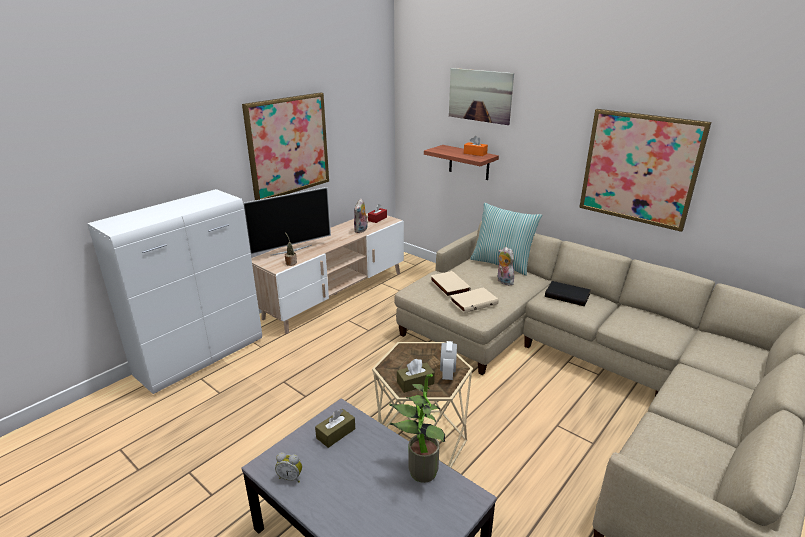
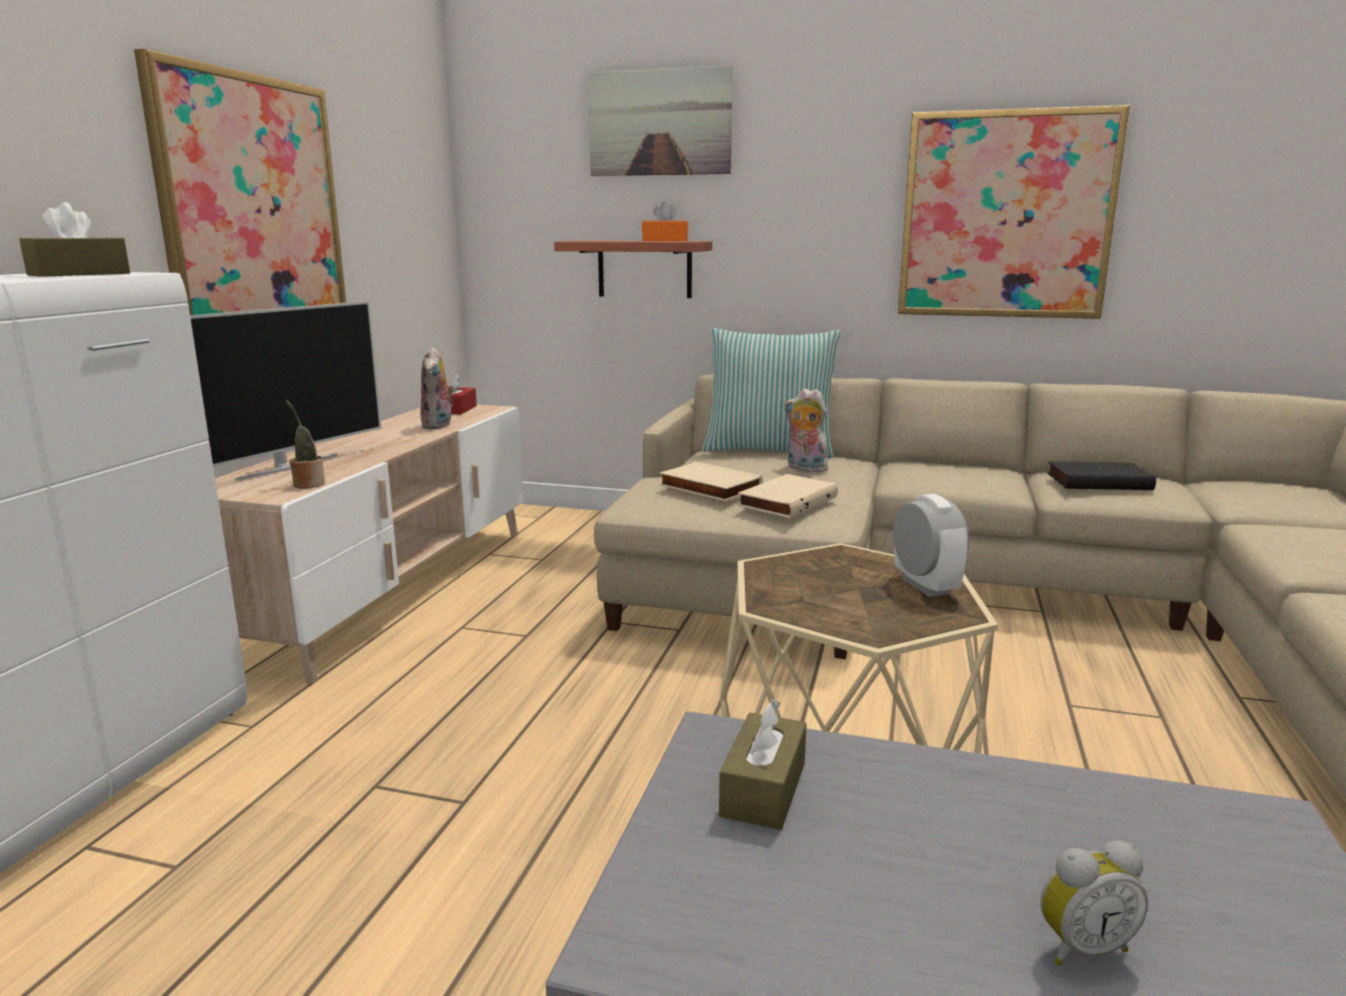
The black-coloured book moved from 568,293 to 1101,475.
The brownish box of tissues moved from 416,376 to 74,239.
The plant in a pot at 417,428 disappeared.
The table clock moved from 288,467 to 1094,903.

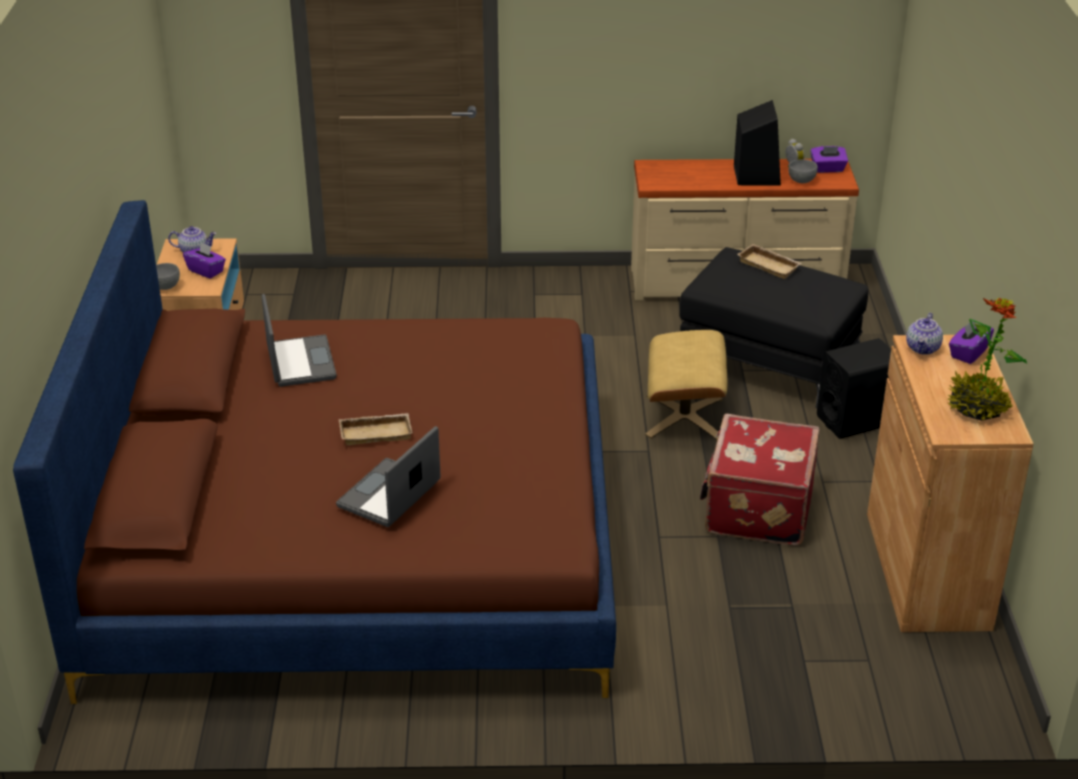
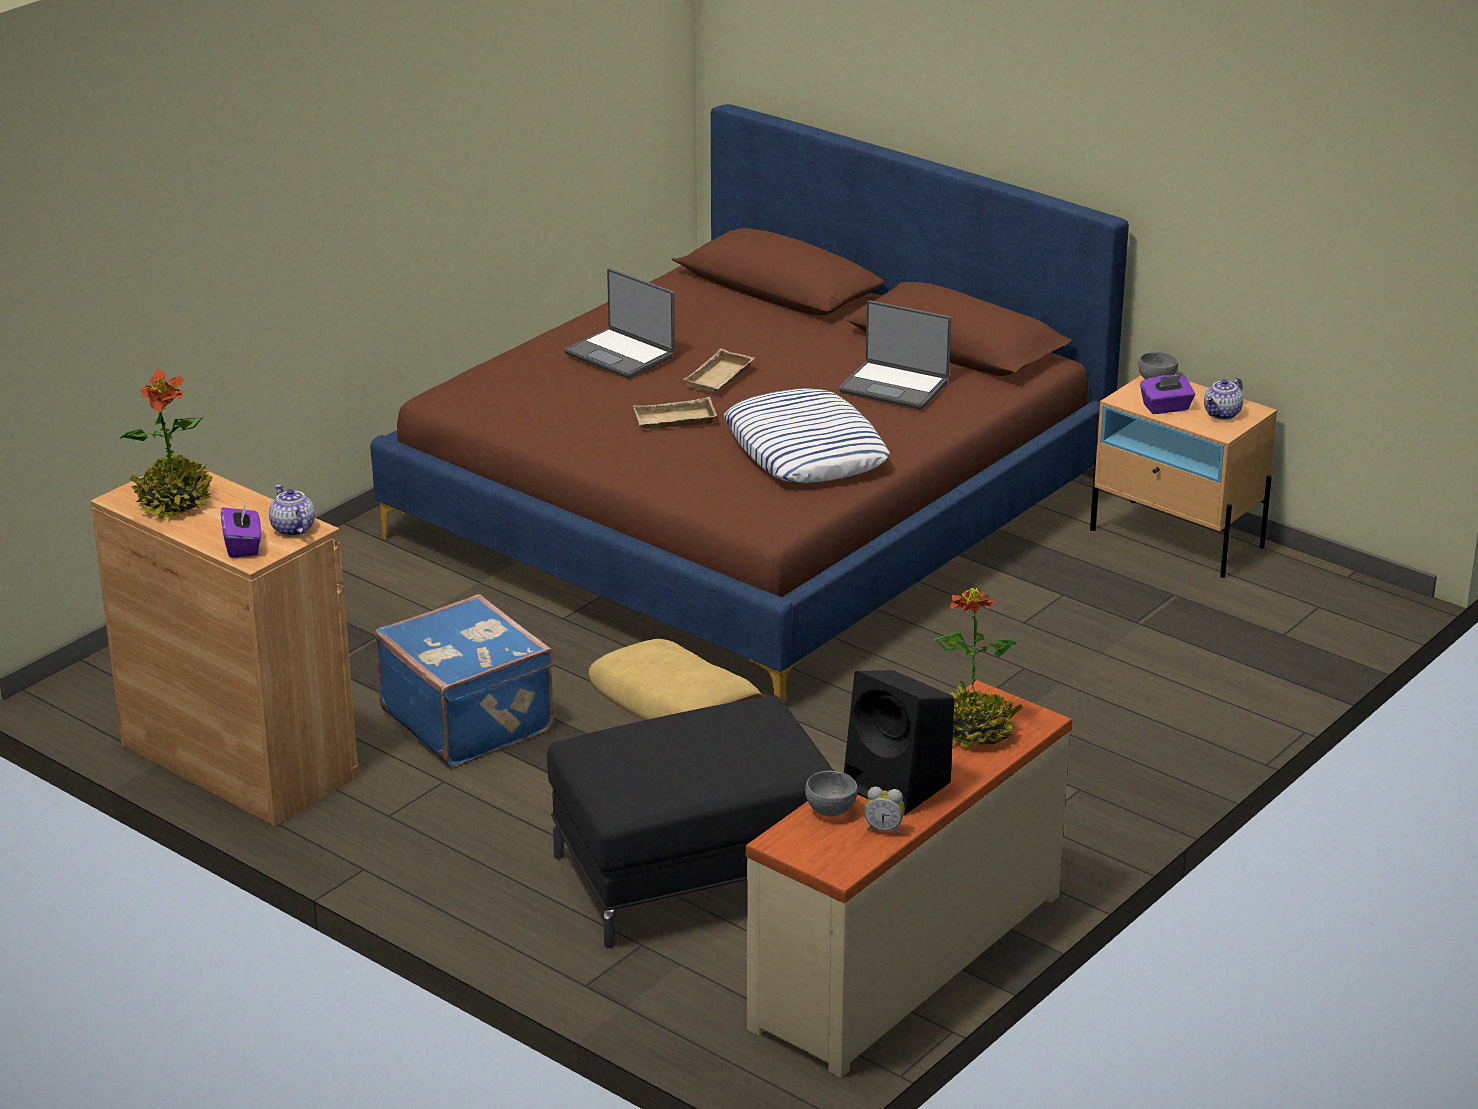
The purple box of tissues at 829,159 disappeared.
The beige-coloured serving tray moved from 769,261 to 675,413.
The black-coloured audio speaker at 854,388 disappeared.
The reddish suitcase at 760,480 became the bluish suitcase at 464,680.
The laptop at 388,476 turned 150 degrees clockwise.
The throw pillow at 807,435 appeared.
The plant in a pot at 978,668 appeared.

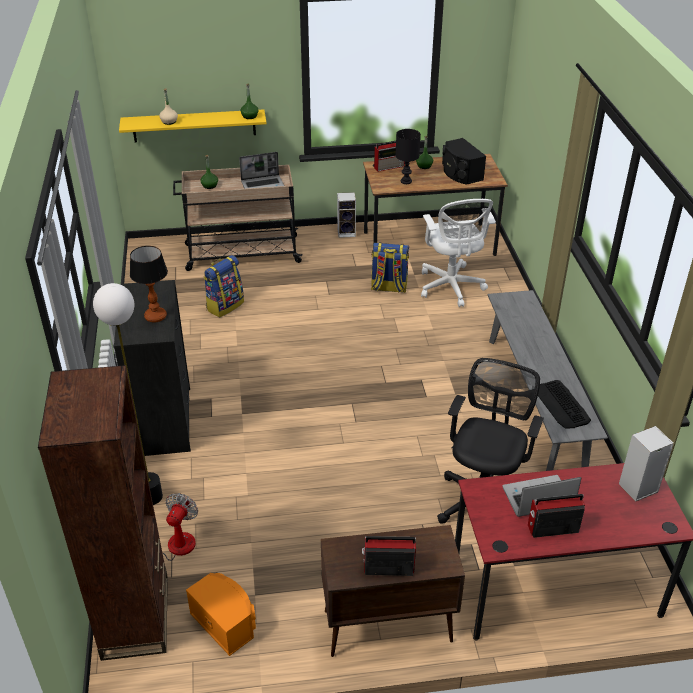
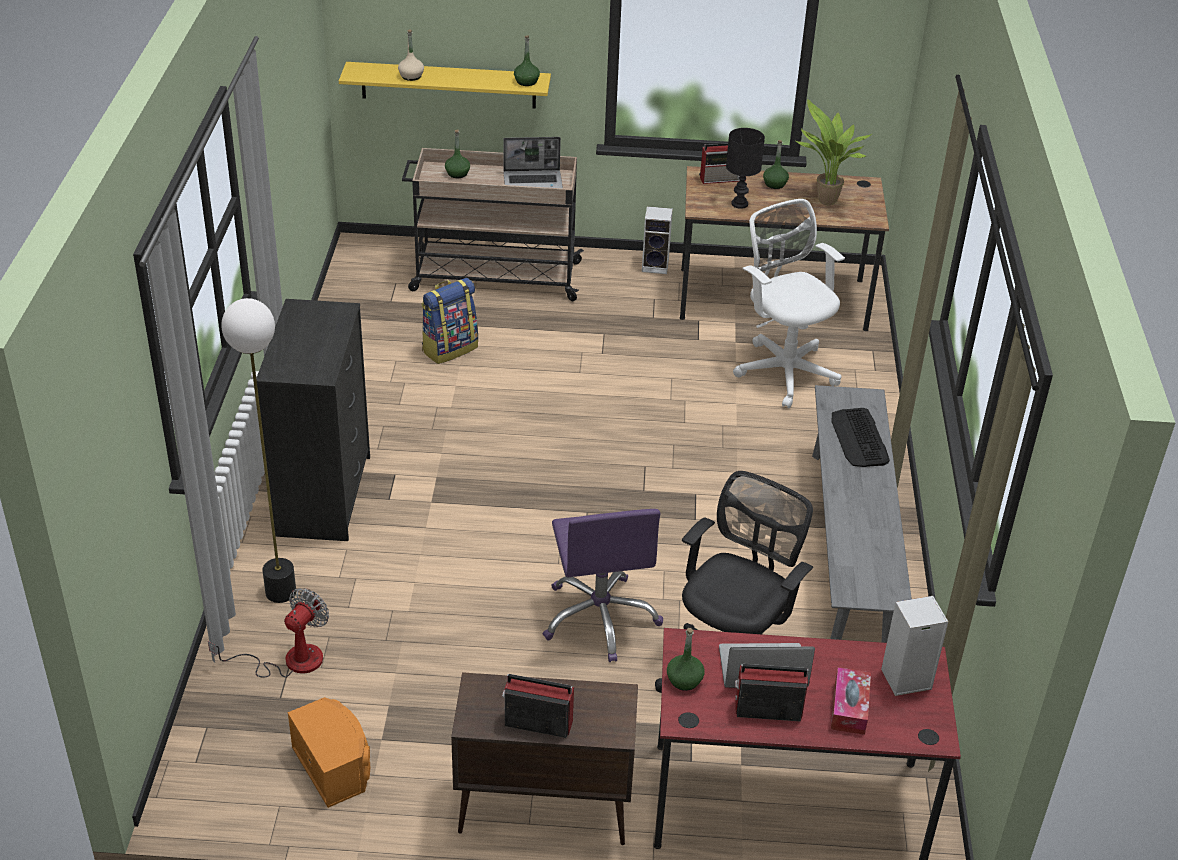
The black-coloured audio speaker at 464,161 was replaced by the plant in a pot at 834,152.
The white-coloured computer chair at 458,253 turned 150 degrees clockwise.
The knapsack at 390,268 disappeared.
The table lamp at 149,284 disappeared.
The brownish bookcase at 103,513 disappeared.
The computer keyboard moved from 564,404 to 860,437.
The purple computer chair at 603,585 appeared.
The green-coloured bottle at 686,659 appeared.
The box of tissues at 851,701 appeared.

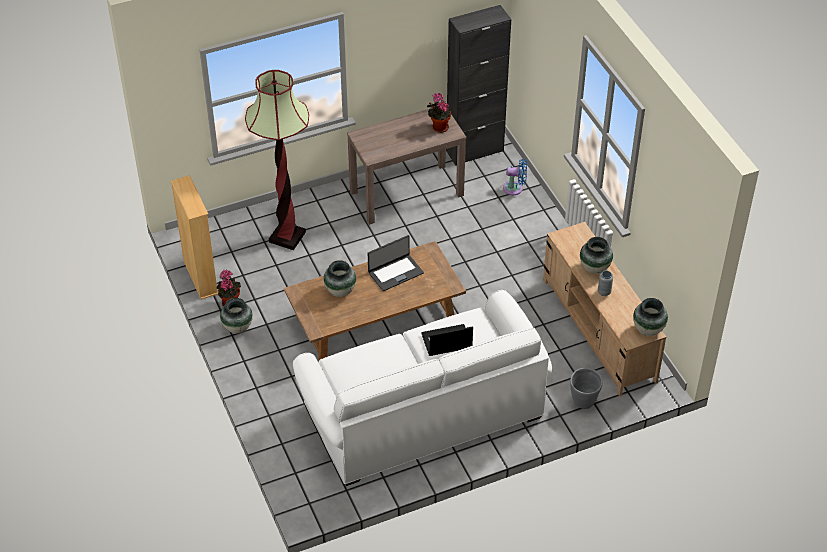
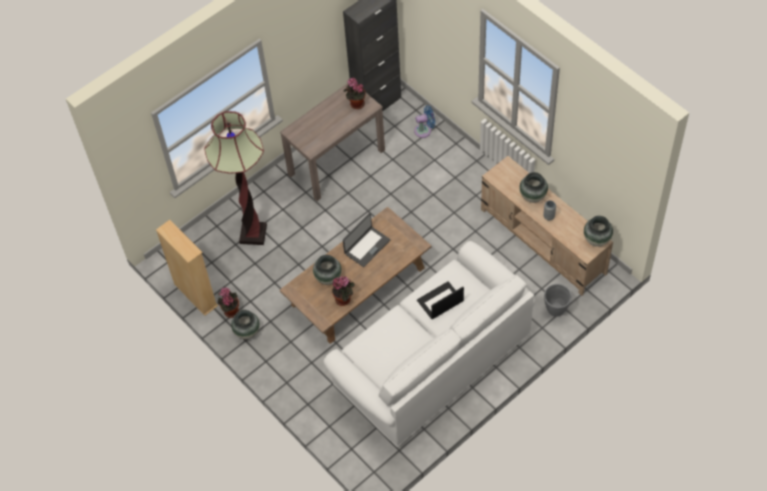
The plant in a pot at 343,291 appeared.

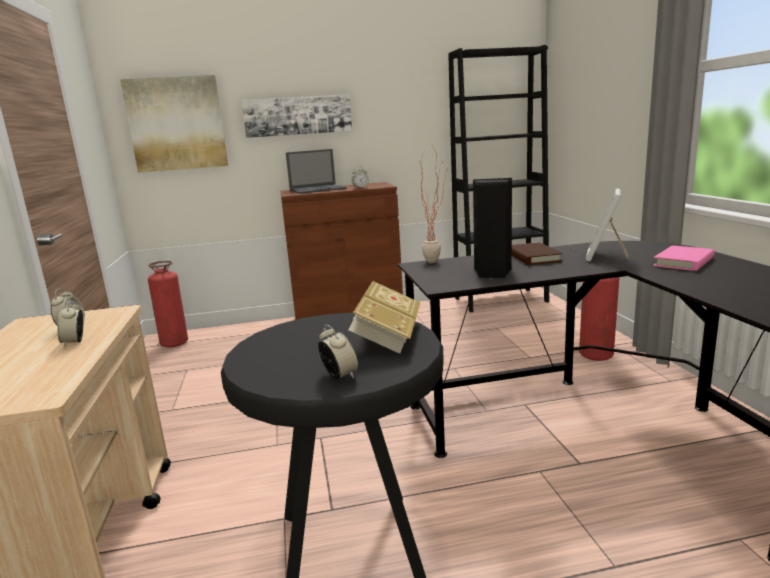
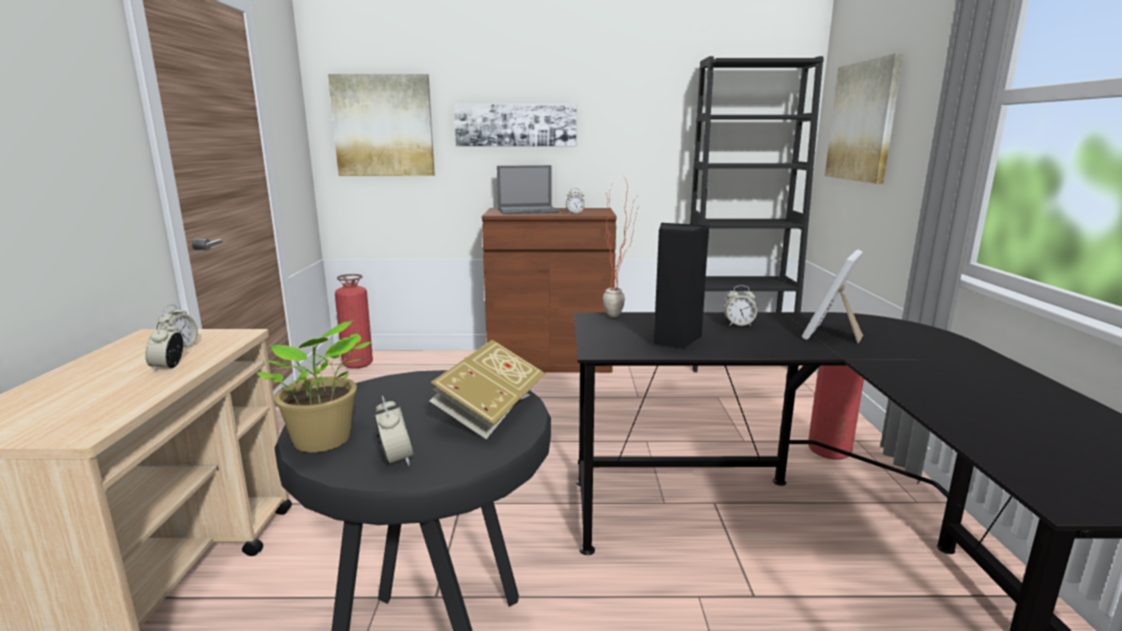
The brownish book at 537,253 was replaced by the table clock at 740,305.
The pinkish book at 684,258 disappeared.
The wall art at 864,118 appeared.
The plant in a pot at 314,386 appeared.

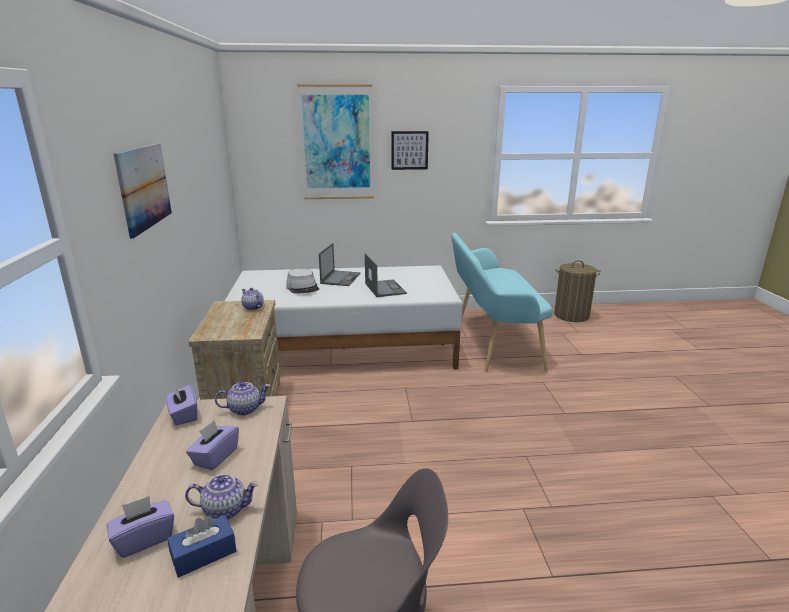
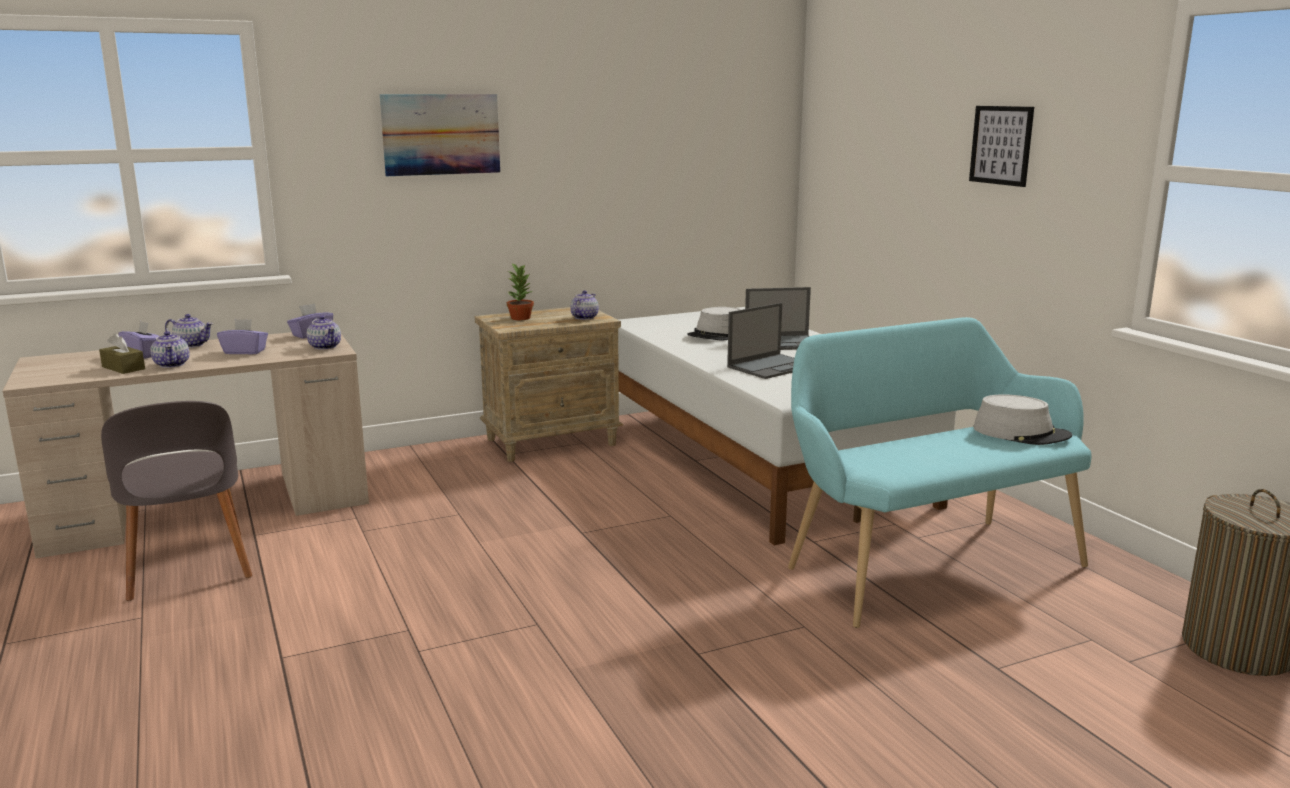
The wall art at 335,141 disappeared.
The bluish box of tissues at 202,546 became the brownish box of tissues at 122,353.
The plant in a pot at 520,291 appeared.
The pot for tea at 189,331 appeared.
The grey wearable hat at 1022,419 appeared.

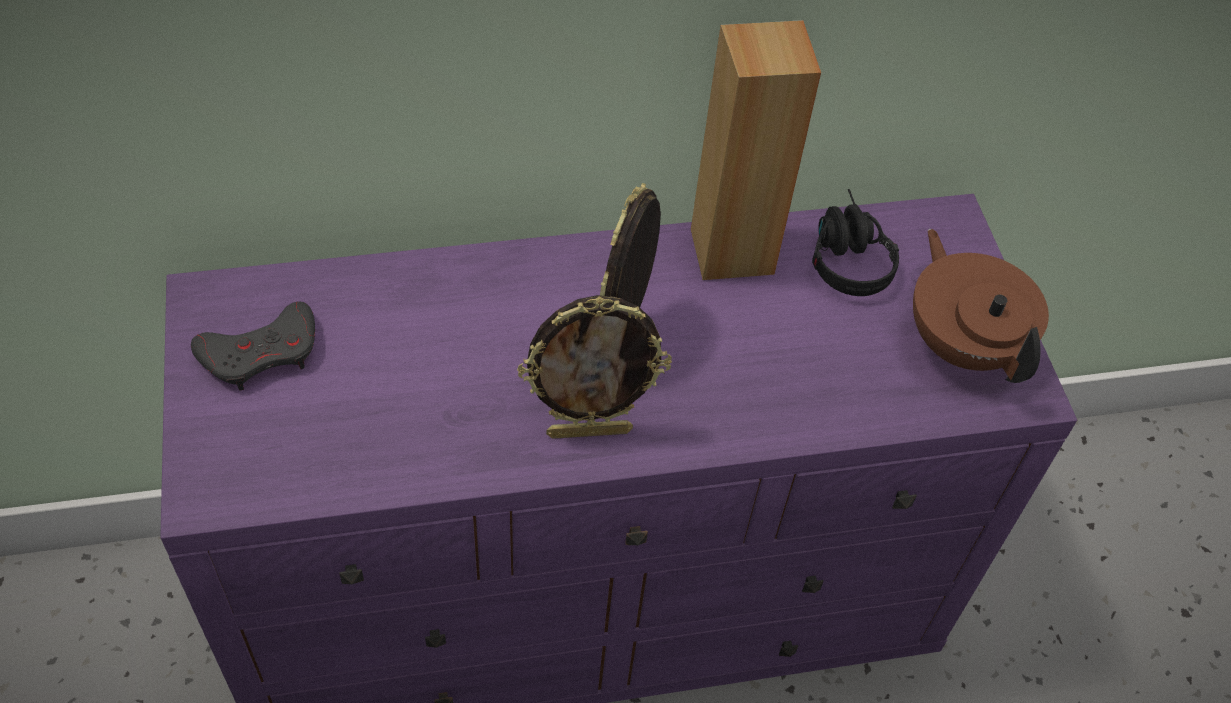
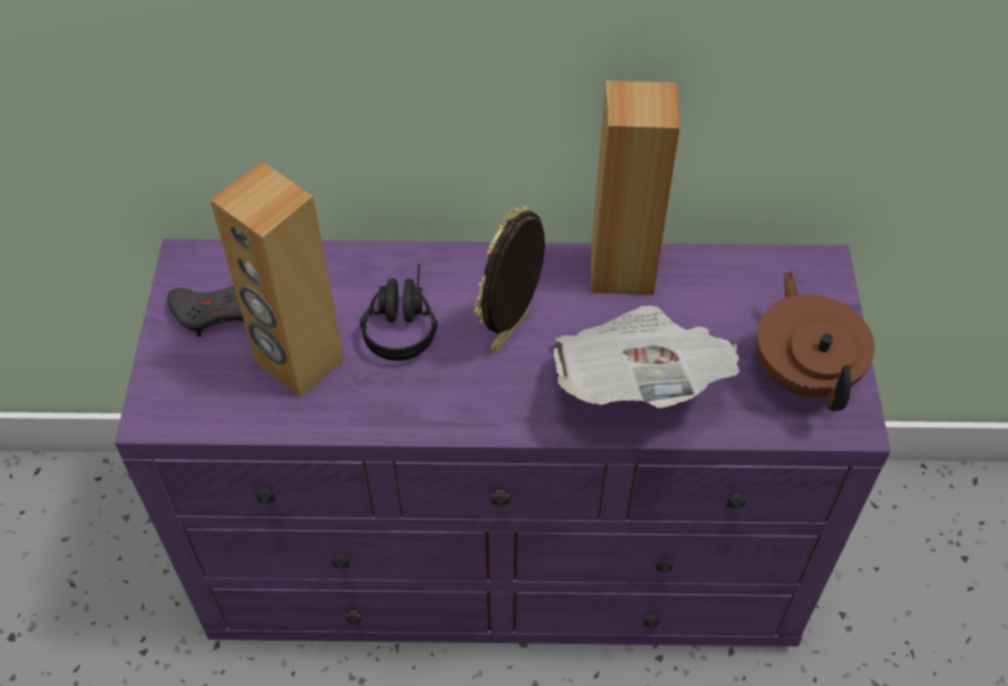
The black-coloured pair of headphones moved from 855,242 to 399,312.
The photo frame at 594,367 disappeared.
The brownish audio speaker at 277,279 appeared.
The daily paper at 646,357 appeared.

